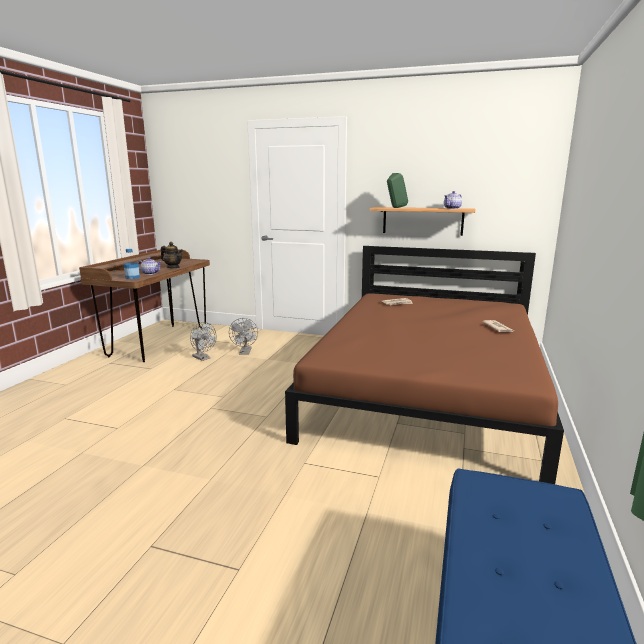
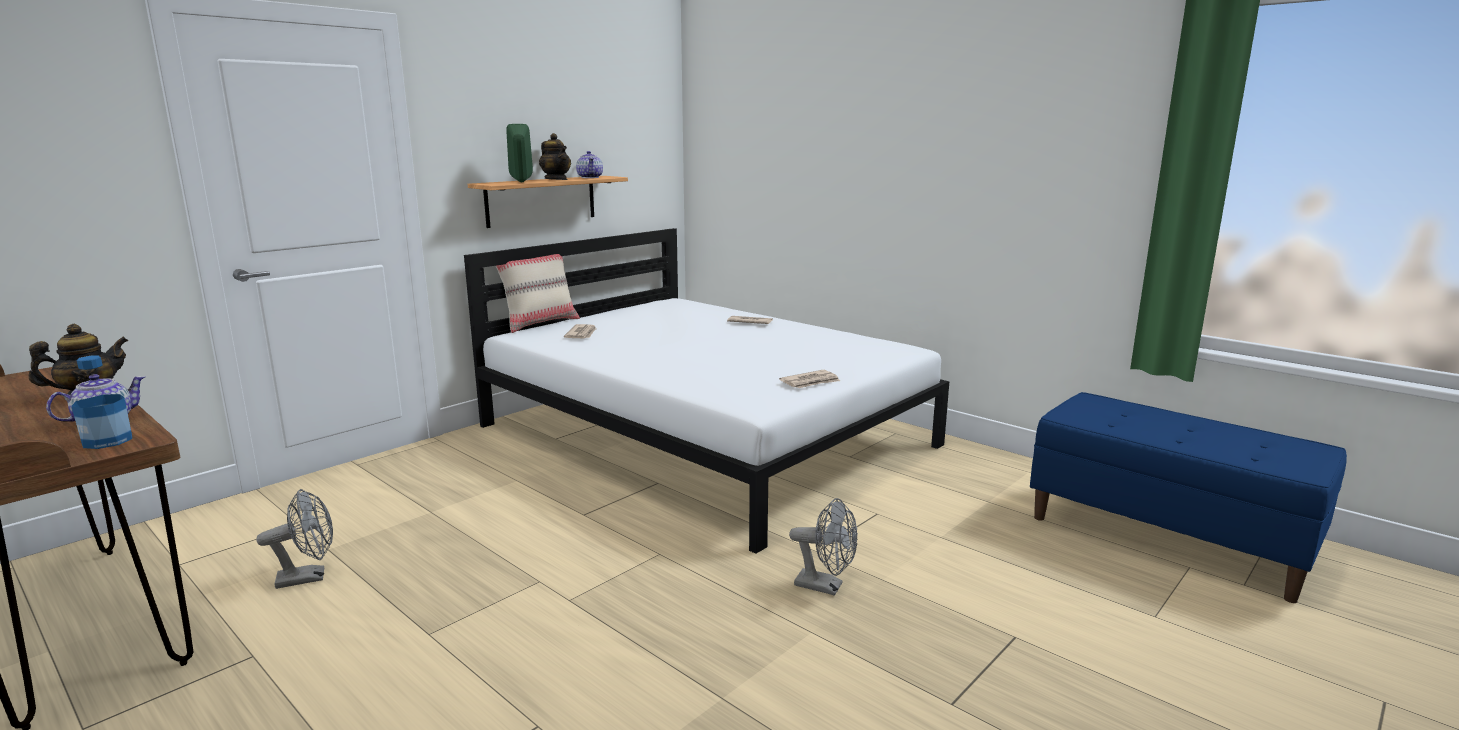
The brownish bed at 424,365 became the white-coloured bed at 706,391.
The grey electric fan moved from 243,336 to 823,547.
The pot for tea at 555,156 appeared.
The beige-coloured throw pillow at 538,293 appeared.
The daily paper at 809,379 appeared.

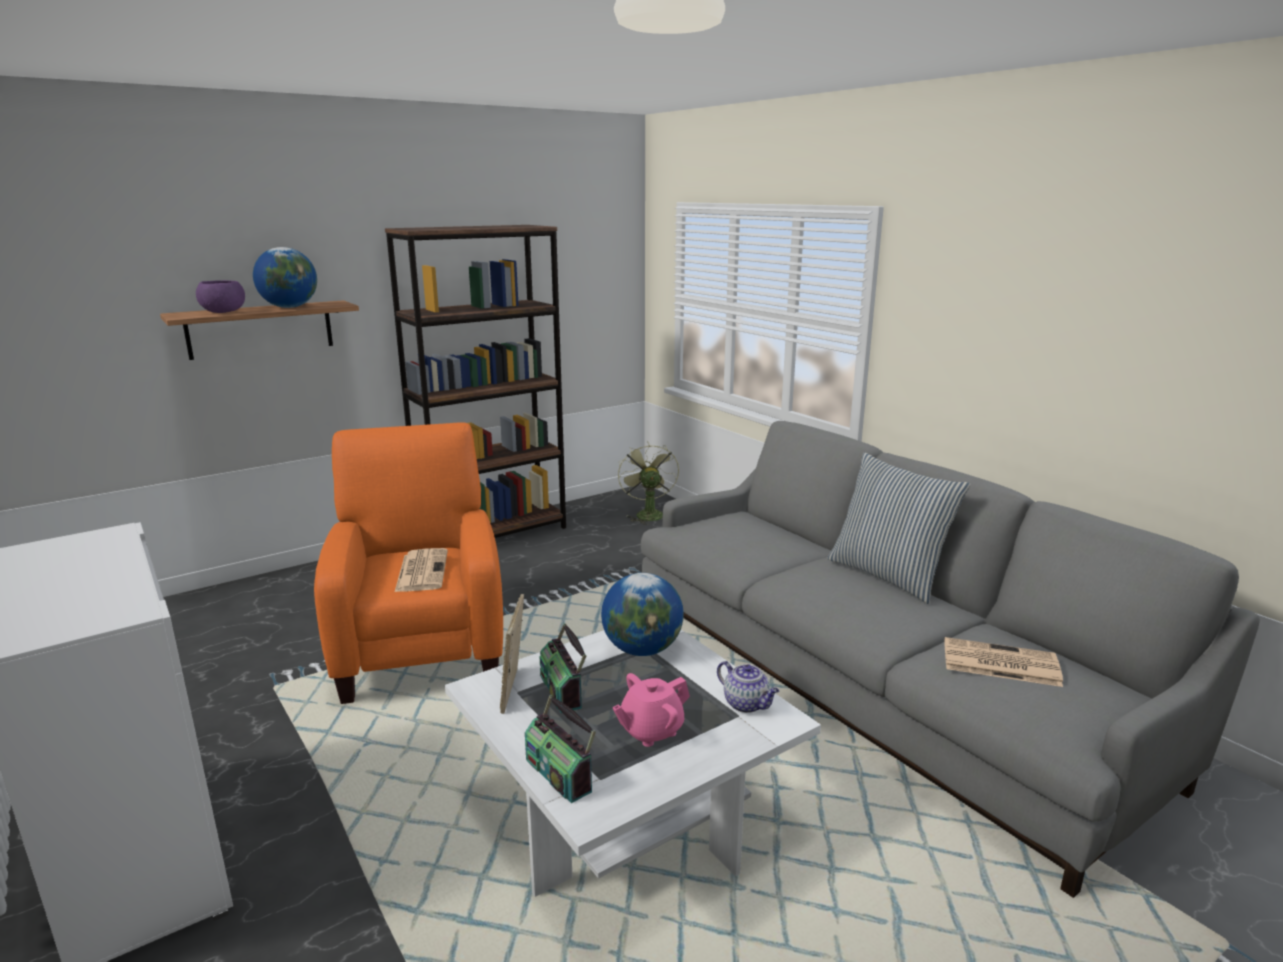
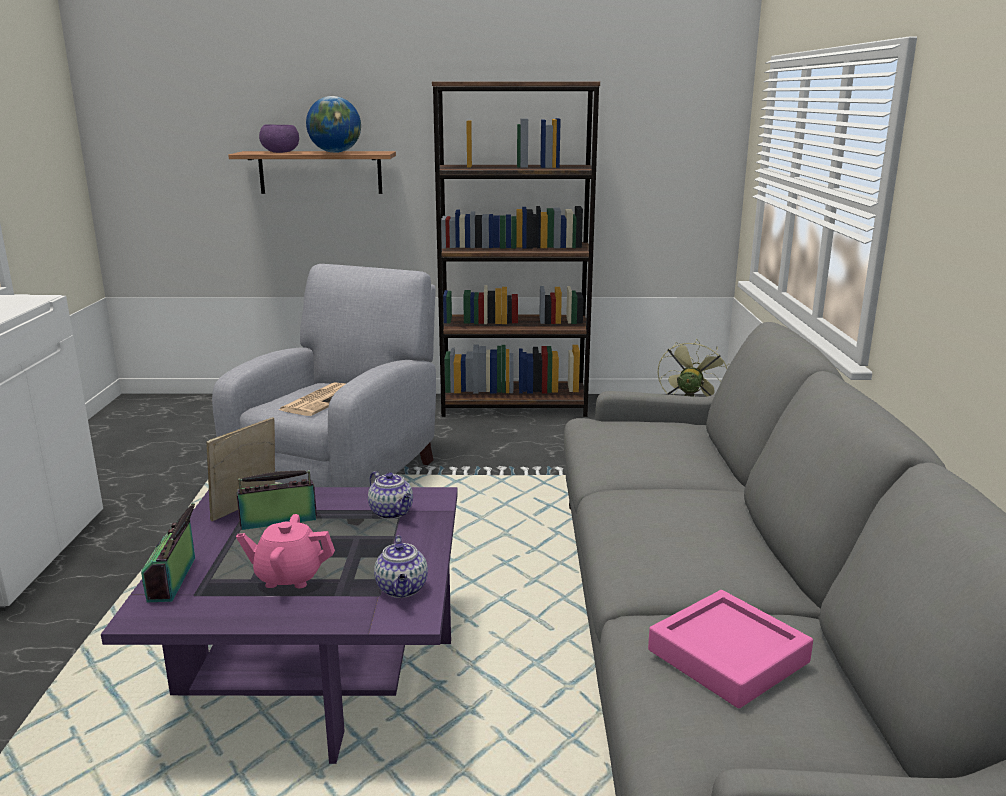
The orange armchair at 408,563 became the grey armchair at 324,375.
The throw pillow at 899,528 disappeared.
The globe at 642,614 was replaced by the pot for tea at 390,495.
The radio set at 562,668 turned 60 degrees clockwise.
The white-coloured coffee table at 633,763 became the purple coffee table at 279,625.
The daily paper at 1003,662 was replaced by the pinkish serving tray at 730,649.

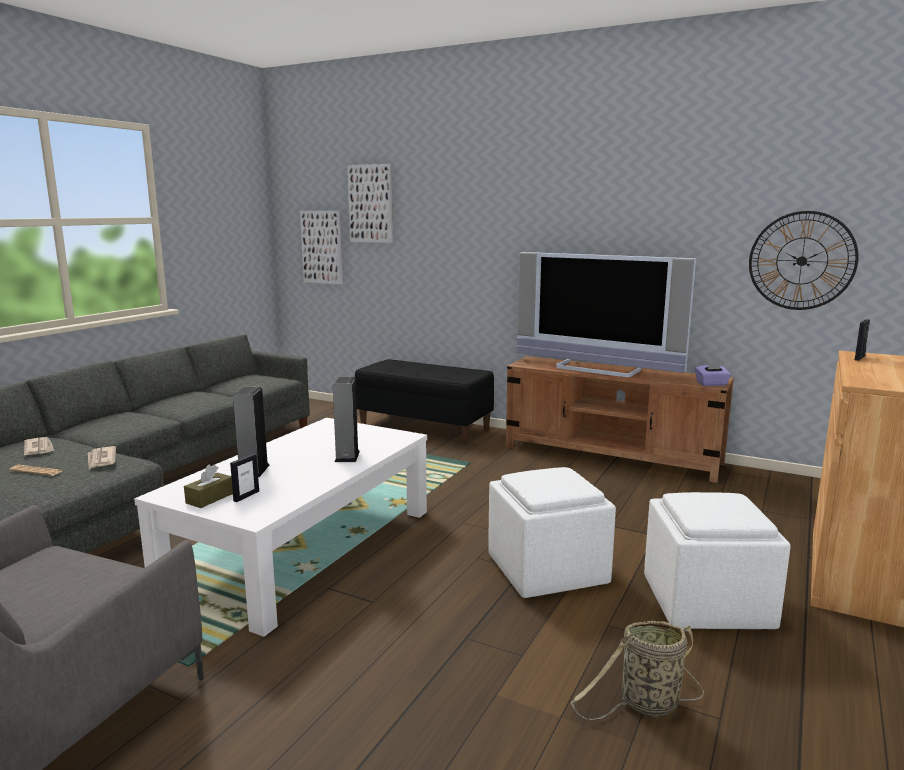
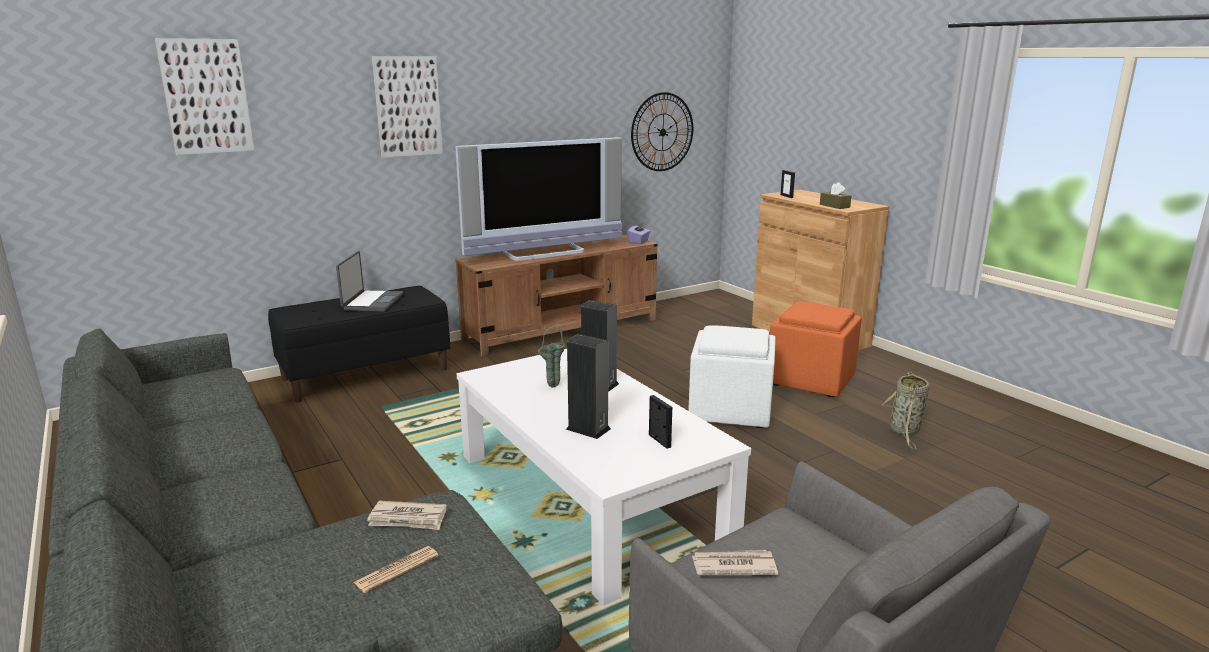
The wall art moved from 321,247 to 407,107.
The daily paper moved from 39,446 to 735,562.
The brownish box of tissues moved from 208,486 to 835,195.
The white-coloured ottoman at 717,561 became the orange ottoman at 816,349.
The laptop at 369,281 appeared.
The green-coloured vase at 551,357 appeared.

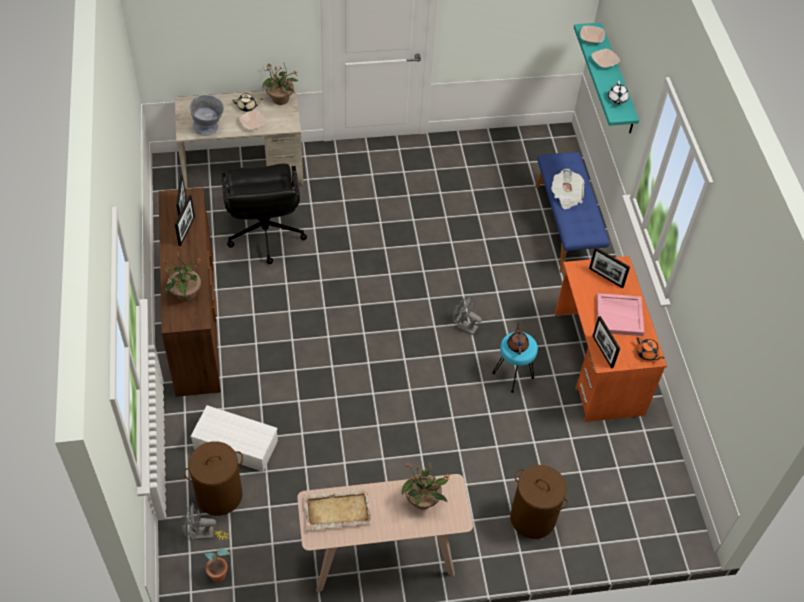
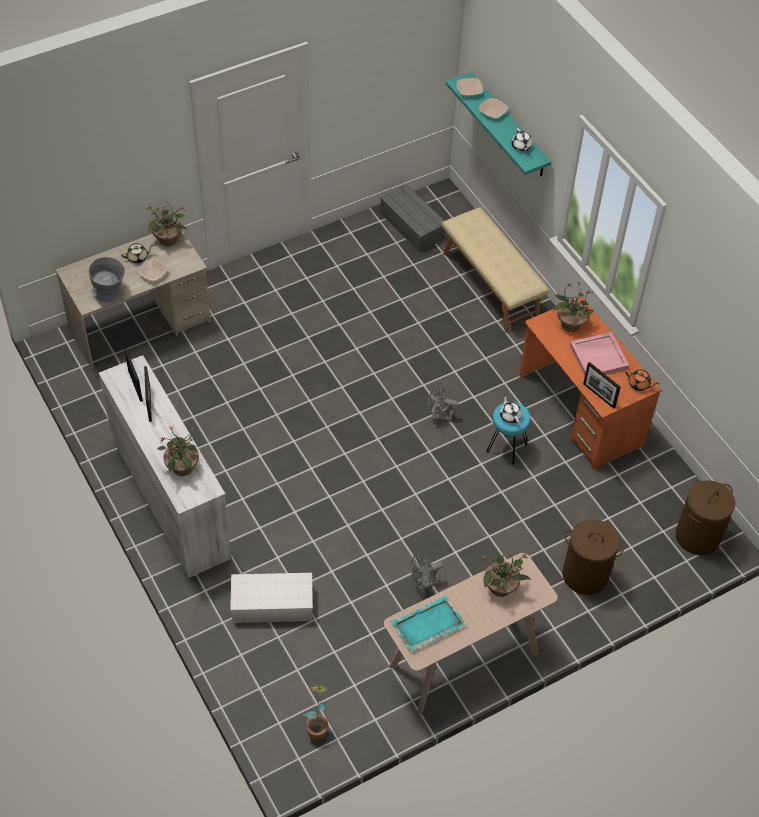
The bluish bench at 572,212 became the beige-coloured bench at 495,270.
The black-coloured computer chair at 264,214 disappeared.
The daily paper at 568,189 disappeared.
The brownish chest of drawers at 190,292 became the white-coloured chest of drawers at 165,466.
The photo frame at 609,267 was replaced by the plant in a pot at 573,306.
The brownish pot for tea at 518,339 became the white-coloured pot for tea at 511,409.
The brownish laundry basket moved from 213,478 to 705,517.
The beige-coloured serving tray at 338,509 became the turquoise-coloured serving tray at 428,624.
The grey electric fan moved from 199,521 to 426,572.
The grey storage container at 413,218 appeared.

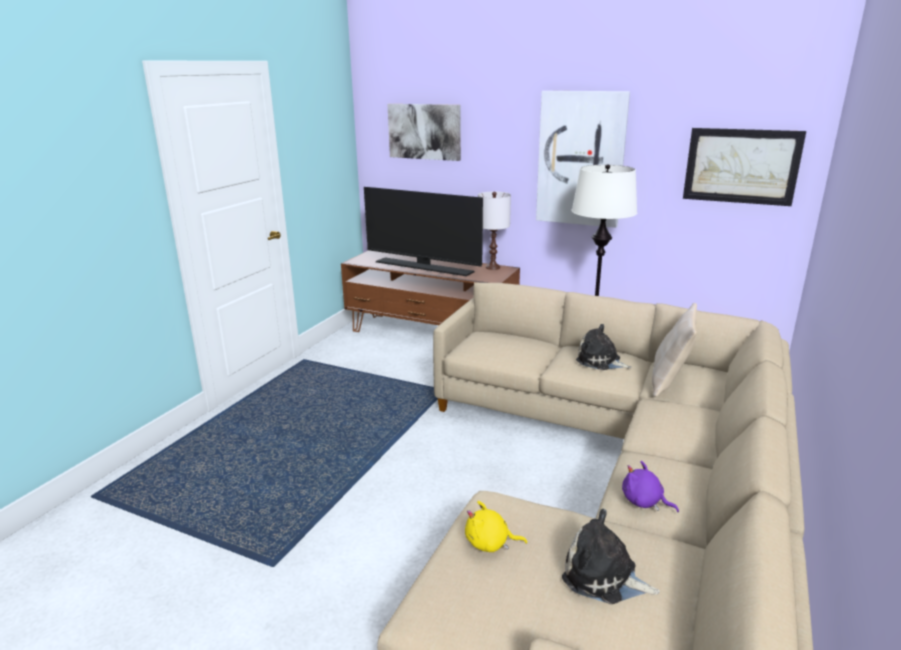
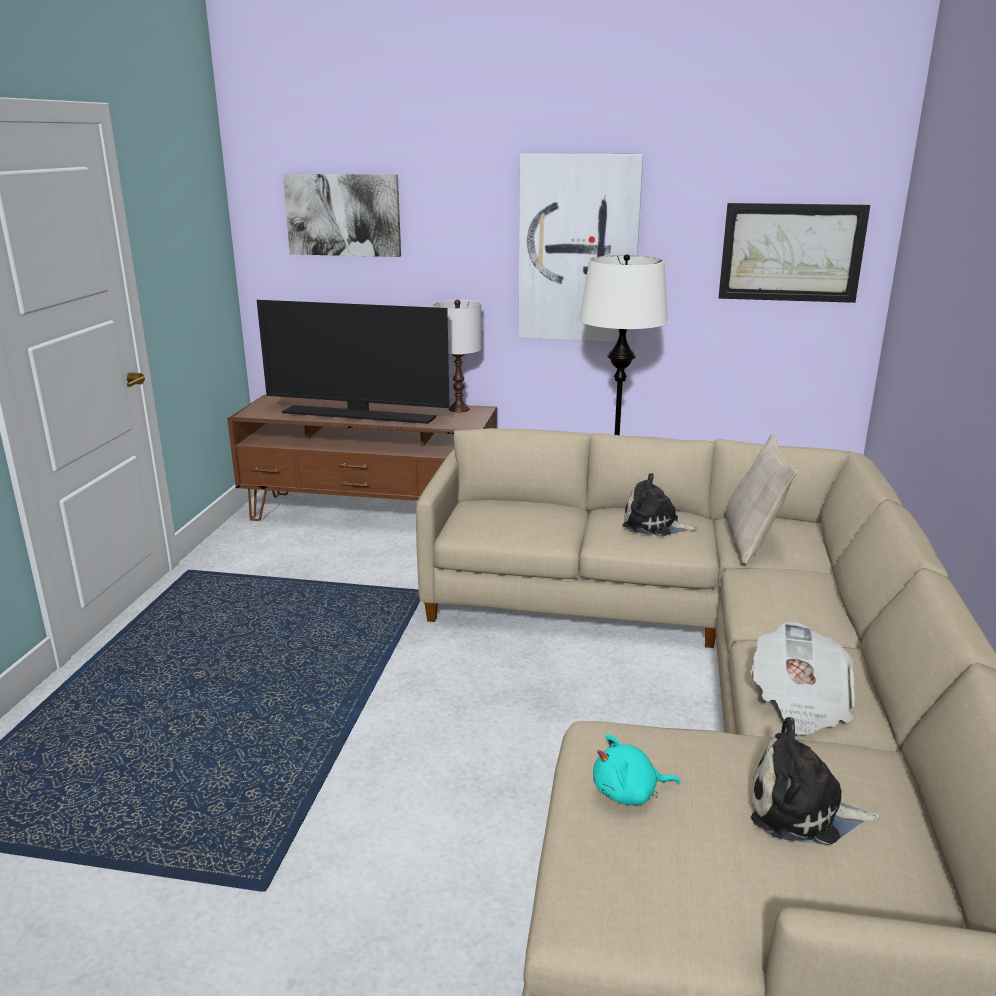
The purple cuddly toy at 650,486 was replaced by the daily paper at 803,678.
The yellow cuddly toy at 496,526 became the turquoise-coloured cuddly toy at 636,769.

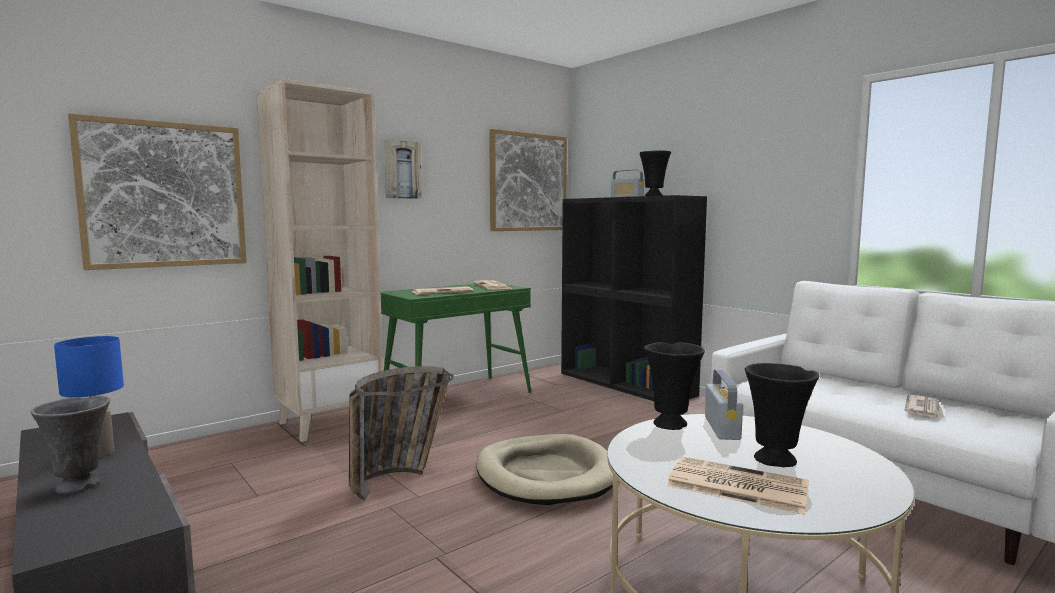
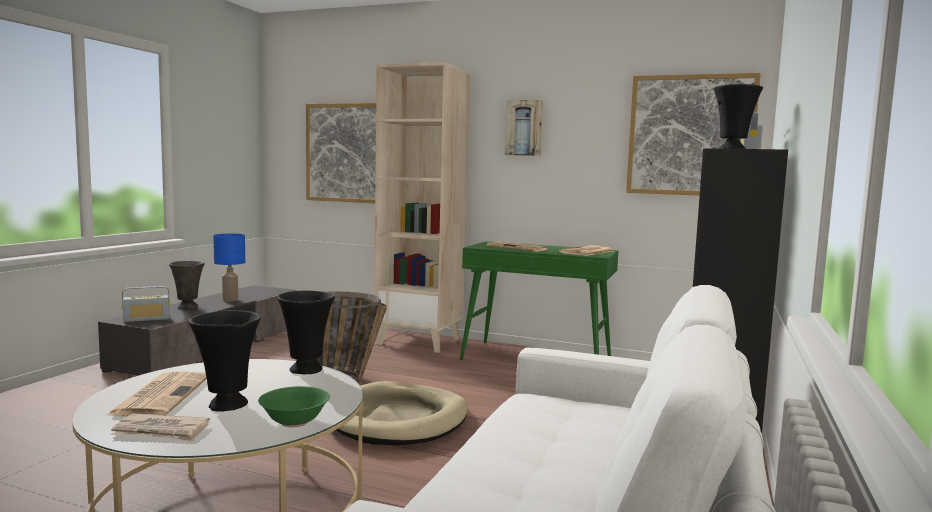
The radio set moved from 724,404 to 146,304.
The daily paper moved from 924,406 to 160,427.
The green-coloured deep dish at 294,406 appeared.

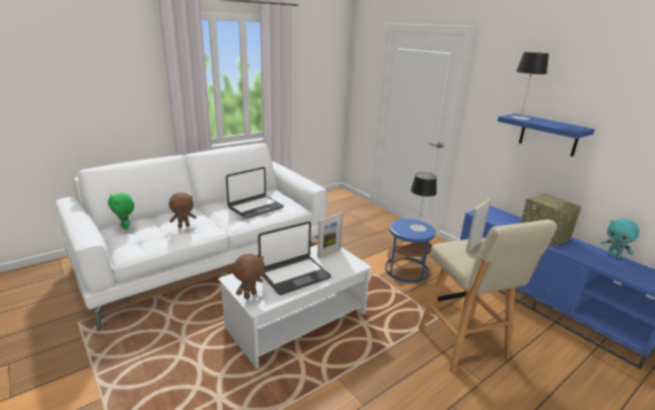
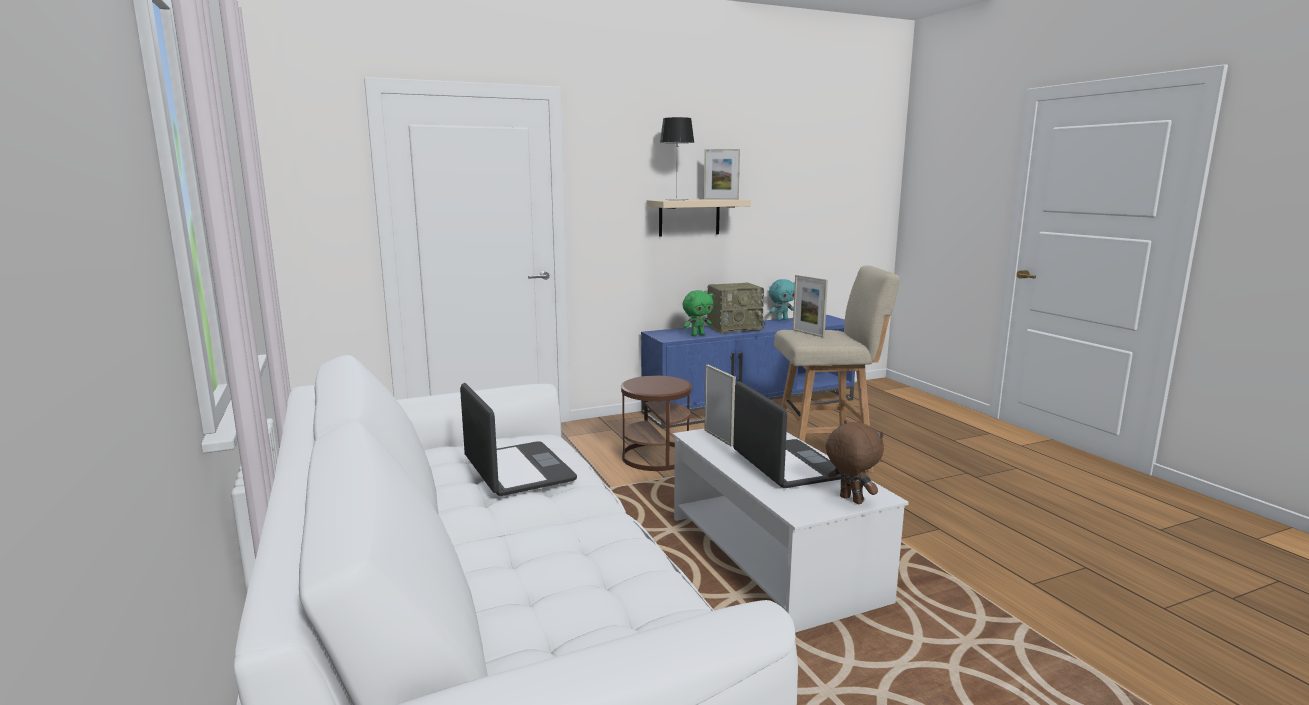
The bluish bracket shelf at 546,135 became the beige-coloured bracket shelf at 699,218.
The table lamp at 423,202 disappeared.
The brownish cuddly toy at 182,210 disappeared.
The green-coloured cuddly toy moved from 121,211 to 698,313.
The bluish accent table at 410,251 became the brownish accent table at 656,423.
The photo frame at 722,174 appeared.

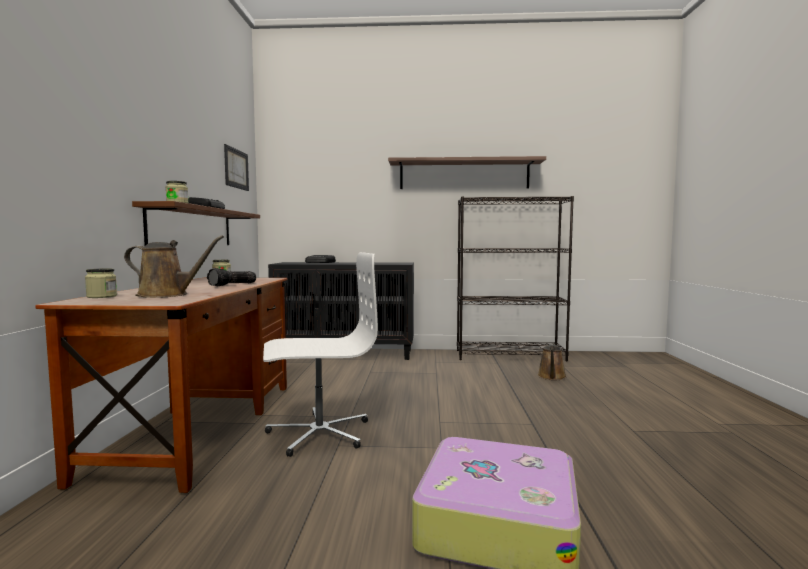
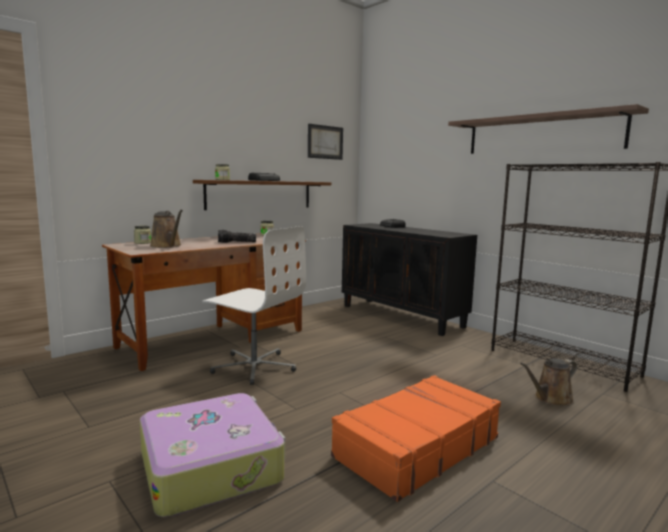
The orange suitcase at 416,438 appeared.

